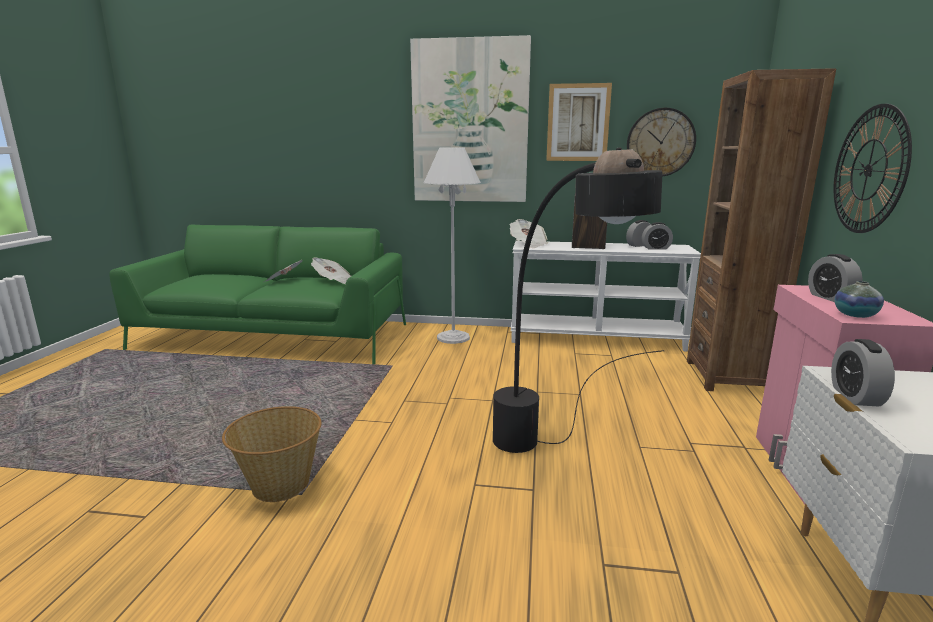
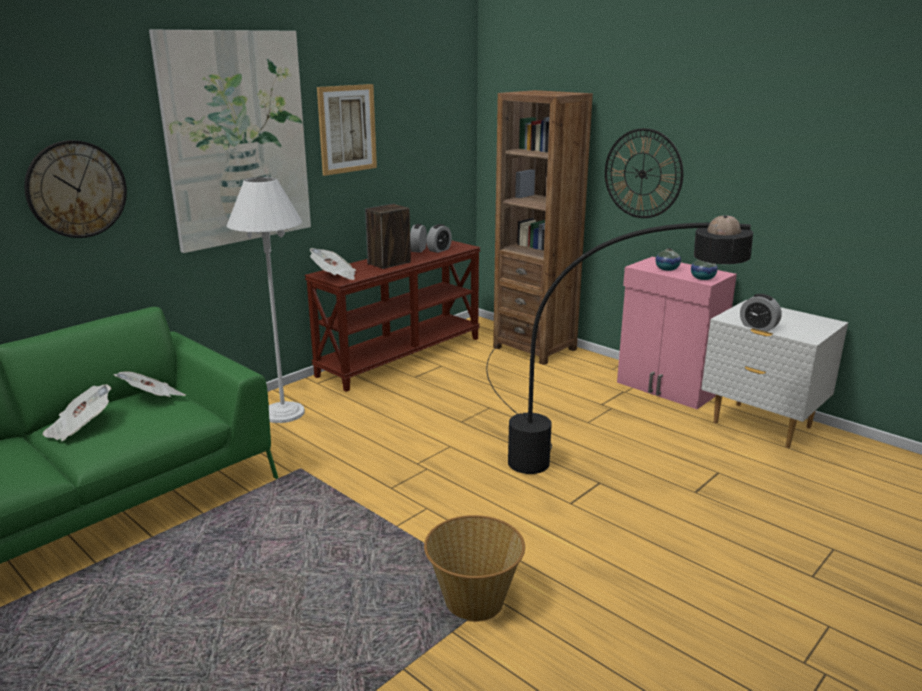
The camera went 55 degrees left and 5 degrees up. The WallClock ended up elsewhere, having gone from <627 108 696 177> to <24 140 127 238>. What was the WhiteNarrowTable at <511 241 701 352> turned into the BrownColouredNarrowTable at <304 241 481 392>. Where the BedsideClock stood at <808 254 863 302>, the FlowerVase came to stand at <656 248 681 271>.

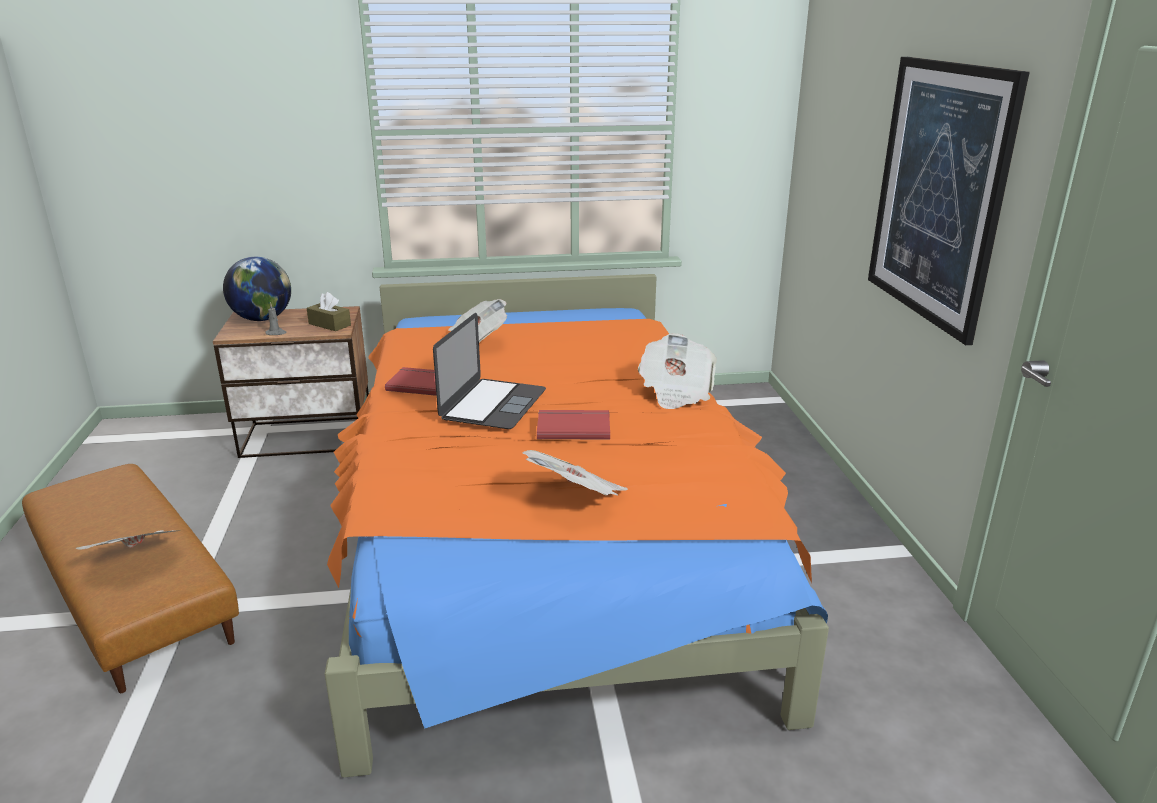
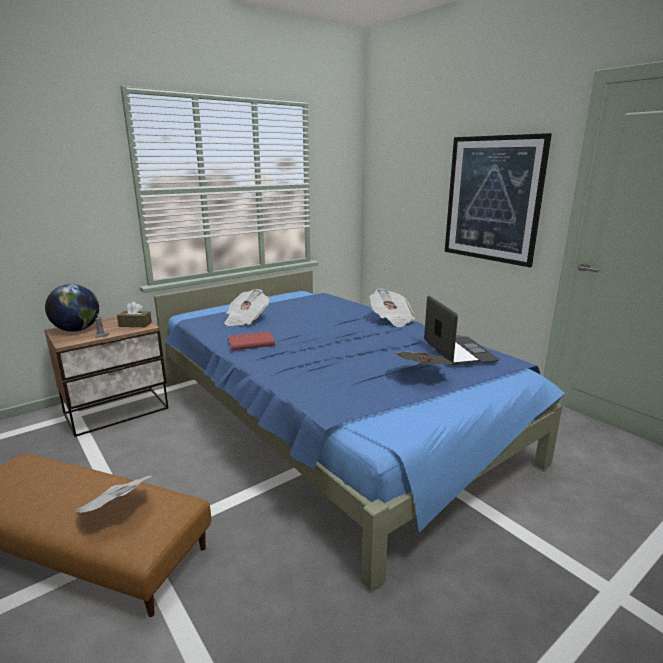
The camera went 30 degrees left and 5 degrees down. What was the OrangeSleepingBed at <325 274 829 778> turned into the BlueSleepingBed at <154 270 565 591>. The Laptop ended up elsewhere, having gone from <433 313 546 429> to <424 296 500 365>. The second view lost the RedColouredBoundBook at <537 410 610 439>.

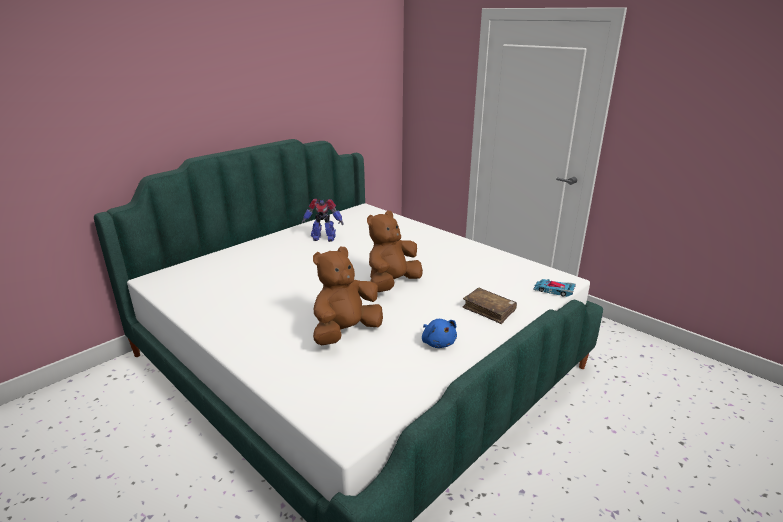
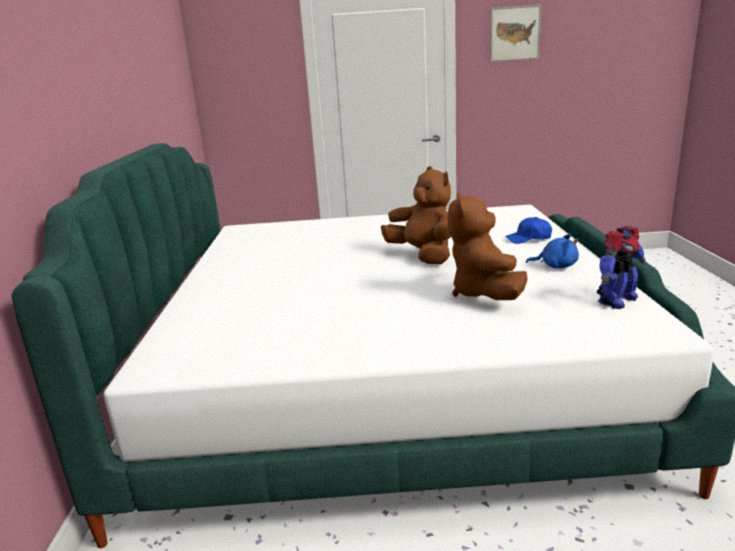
The camera went 45 degrees left and 5 degrees down. The BrownColouredSoftToy at <367 211 423 292> ended up facing another way, 150 degrees clockwise from before. The second view gained the WallArt at <490 5 541 62>. Where the BrownColouredBoundBook stood at <462 288 517 324>, the BluePeakedCap came to stand at <505 217 552 244>. The RobotFigure ended up elsewhere, having gone from <302 199 344 242> to <597 226 646 309>. The second view lost the ModelCar at <533 279 576 297>.

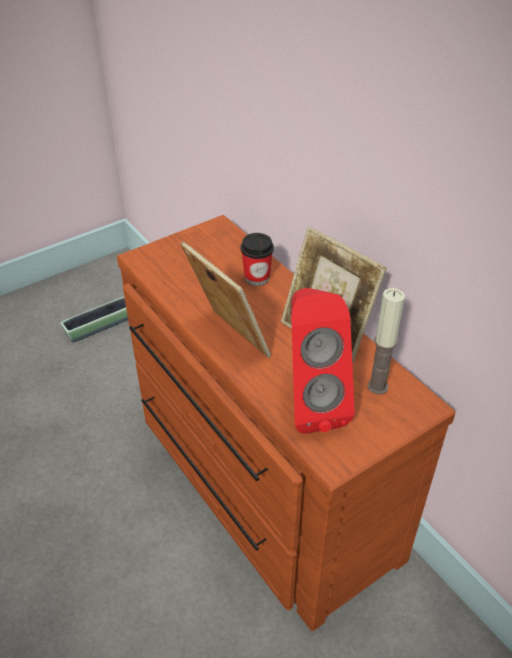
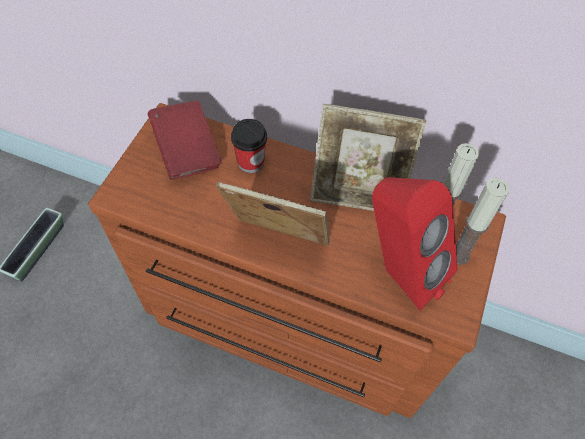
The camera went 35 degrees left and 15 degrees up. The second view gained the RedColouredBoundBook at <148 100 221 180>. The second view gained the Candle at <456 178 510 265>.

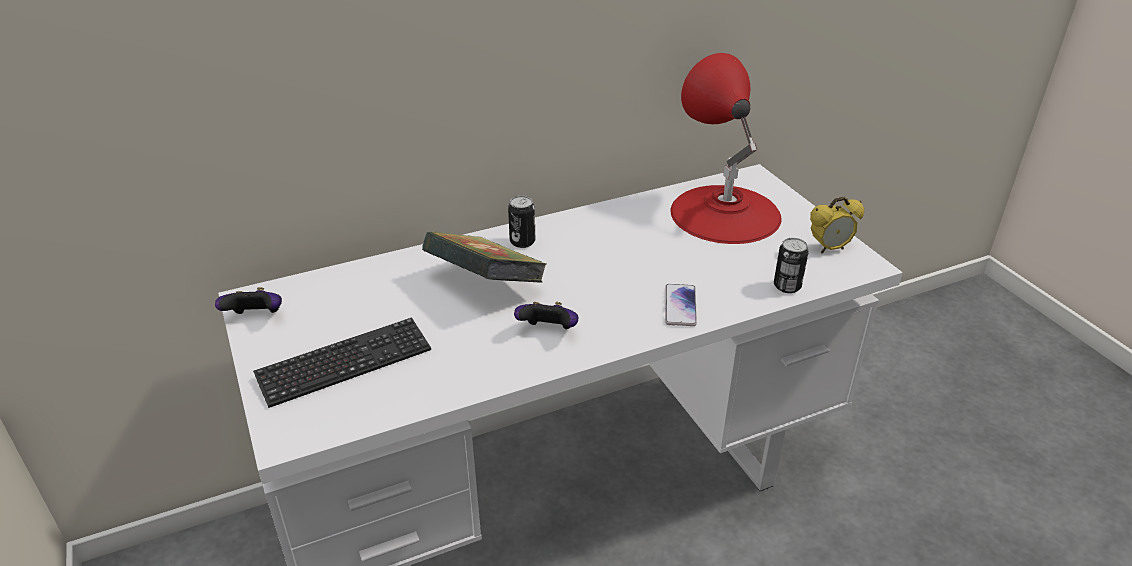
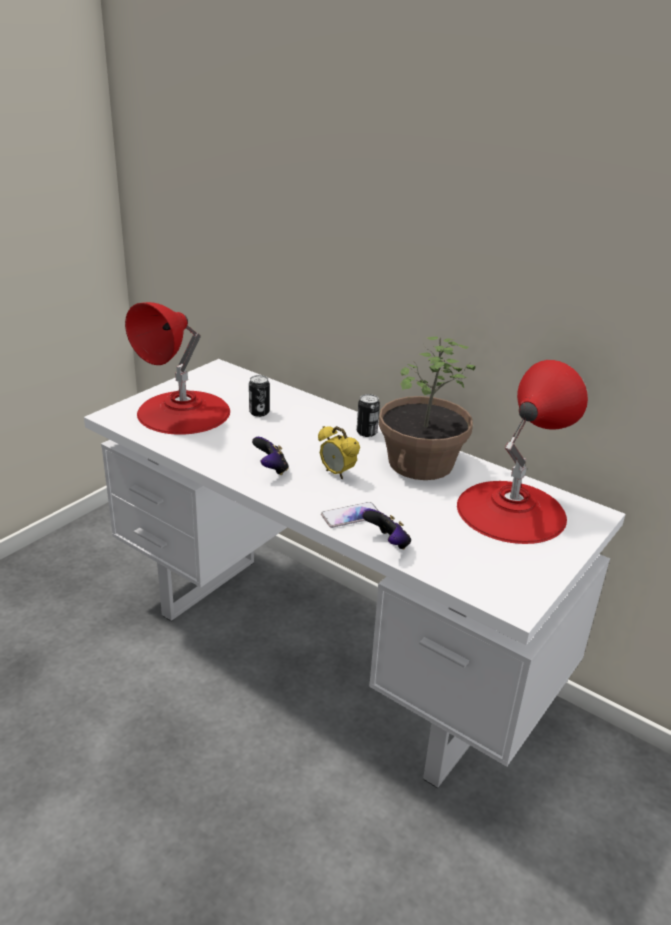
The camera went 60 degrees right and 5 degrees down. Where the Keyboard stood at <253 317 431 408>, the RedColouredLampForATable came to stand at <125 302 230 435>. The SealedCan ended up elsewhere, having gone from <774 238 809 293> to <249 375 270 417>. The BedsideClock ended up elsewhere, having gone from <810 197 864 253> to <318 426 360 479>. The Joypad ended up elsewhere, having gone from <215 287 282 314> to <362 509 411 549>. The second view gained the PlantInAPot at <379 337 475 480>. The second view lost the BoundBook at <422 231 547 283>.

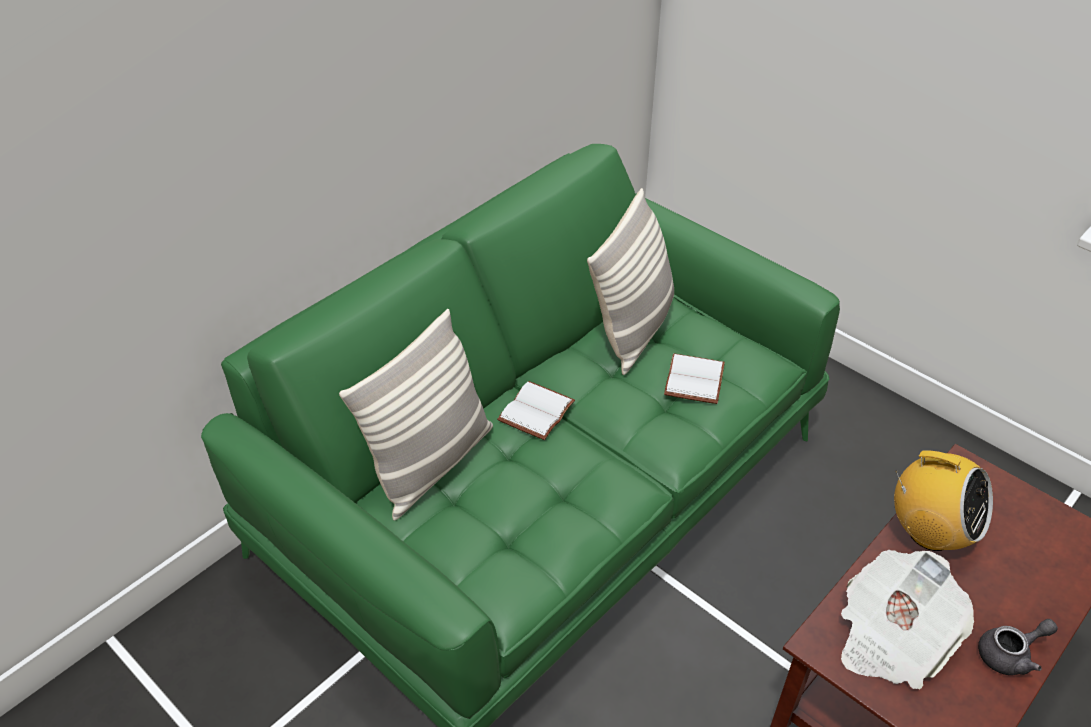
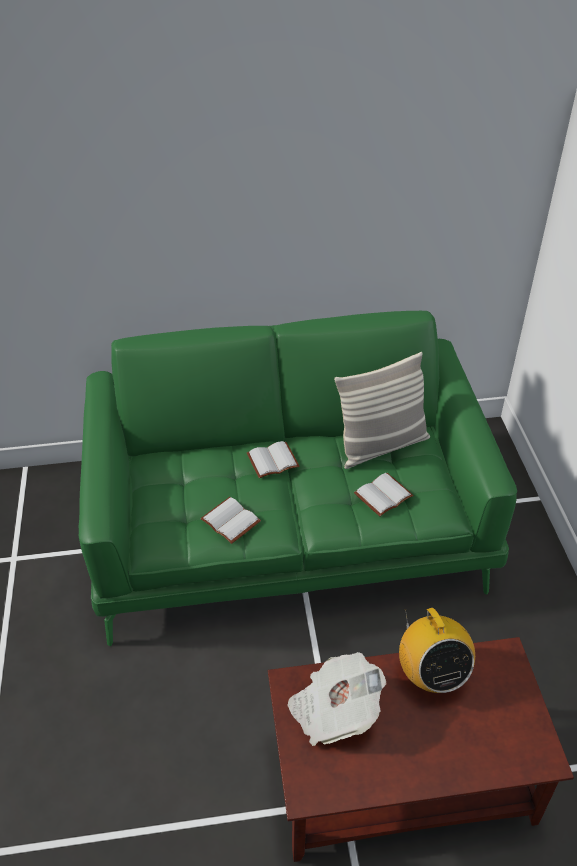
The camera went 40 degrees right and 0 degrees up. The second view gained the WhiteBoundBook at <200 497 261 544>. The second view lost the Pillow at <339 309 493 520>. The second view lost the GreyPotForTea at <978 619 1058 675>.

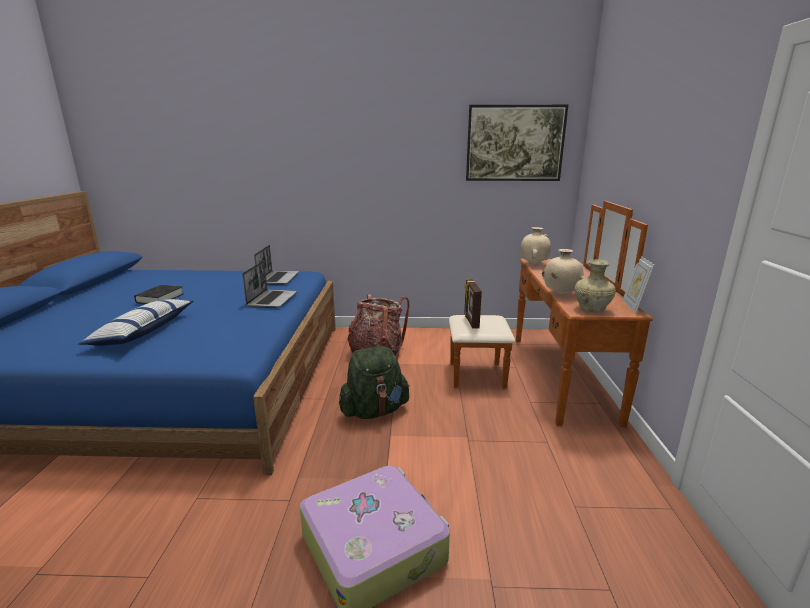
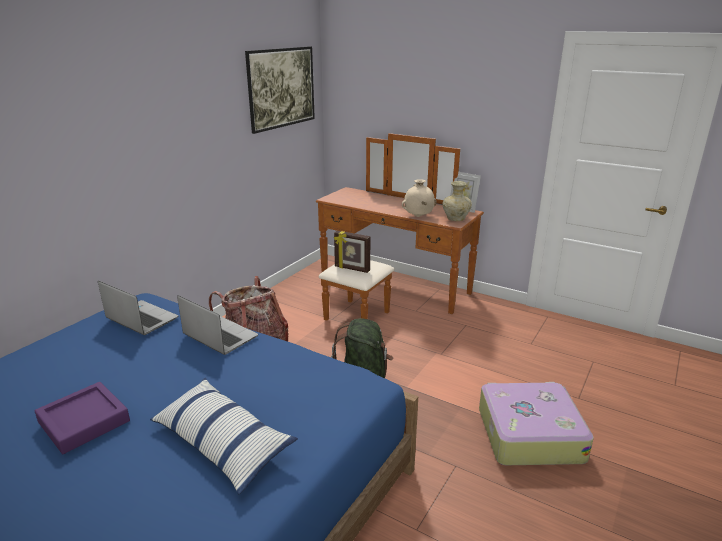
The camera went 60 degrees left and 5 degrees up. Where the BlackishBoundBook stood at <134 285 184 304>, the PurpleCarryingTray came to stand at <35 382 130 454>. The second view lost the SandColouredFlowerVase at <520 227 551 265>.

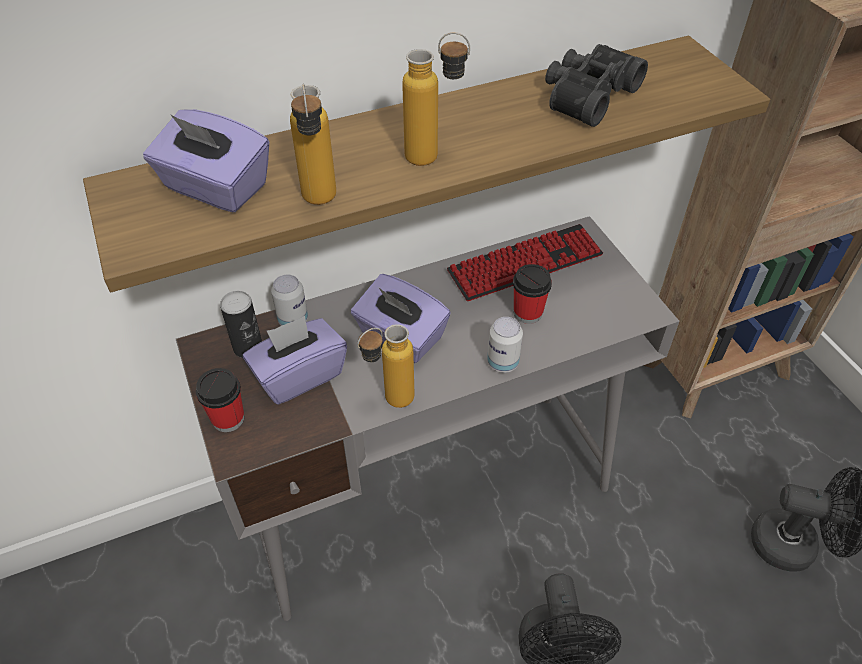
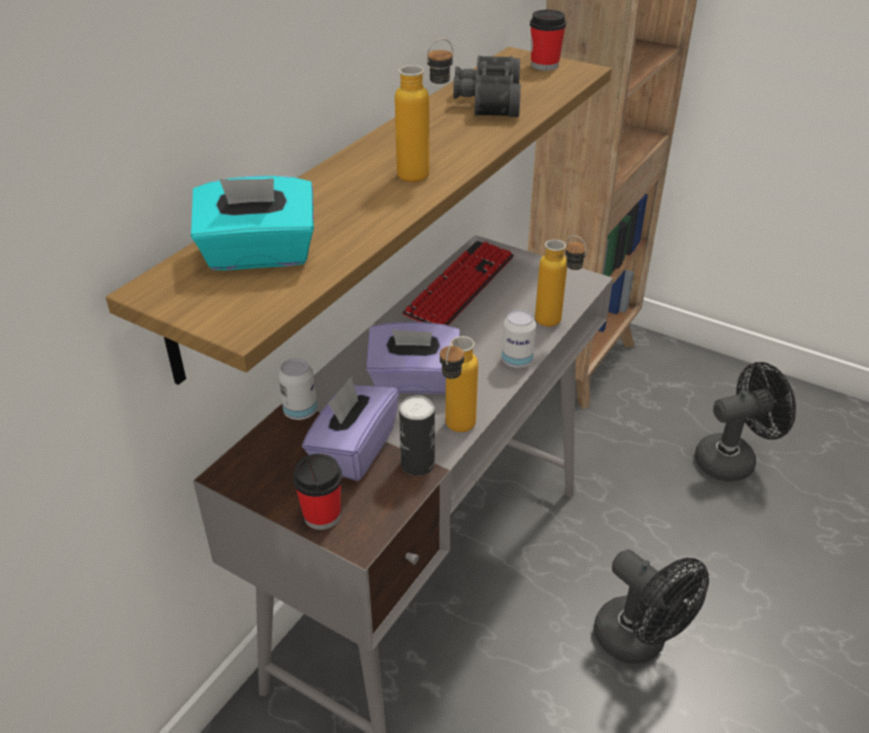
The camera went 35 degrees left and 10 degrees down. What was the PurpleTissueHolder at <143 109 269 212> turned into the TurquoiseColouredTissueHolder at <191 176 314 270>. The SealedCan ended up elsewhere, having gone from <220 291 262 358> to <399 395 435 476>. The Cup ended up elsewhere, having gone from <513 264 552 324> to <530 10 566 71>. The Bottle ended up elsewhere, having gone from <290 84 336 205> to <535 235 587 327>.

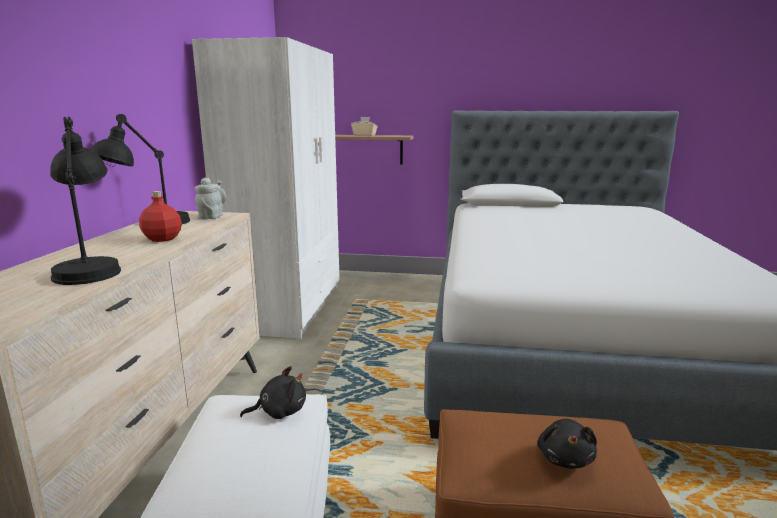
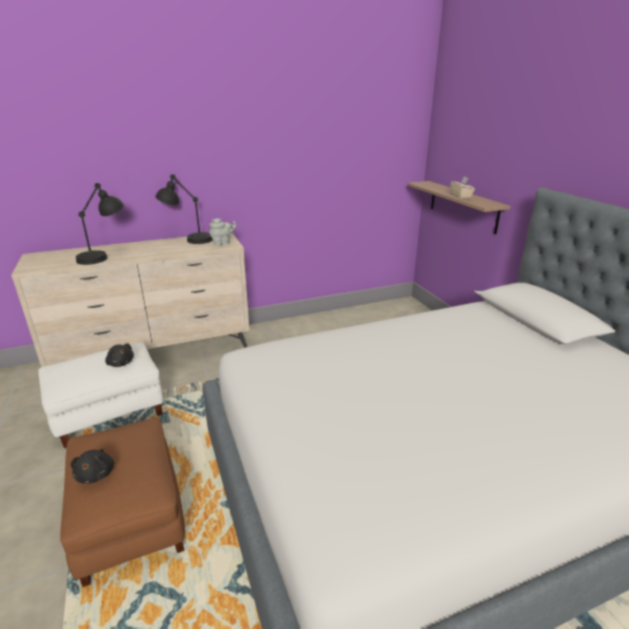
The camera went 60 degrees right and 10 degrees up. The BlackishSoftToy at <537 419 597 469> ended up facing another way, 75 degrees counterclockwise from before. The second view lost the RedColouredBottle at <139 191 182 242>. The second view lost the WhiteArmoire at <192 37 340 339>.

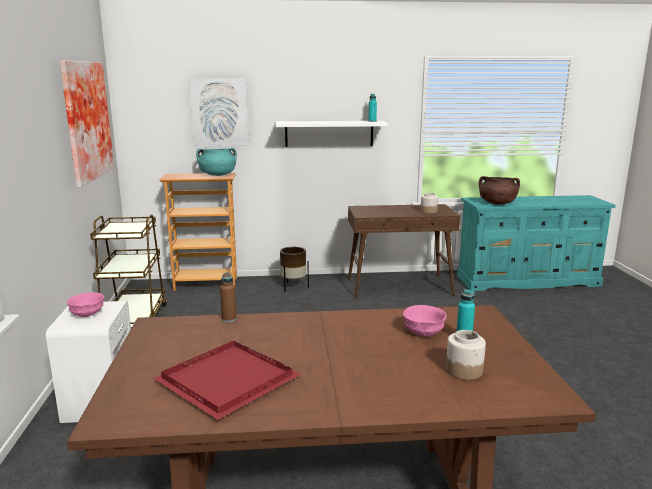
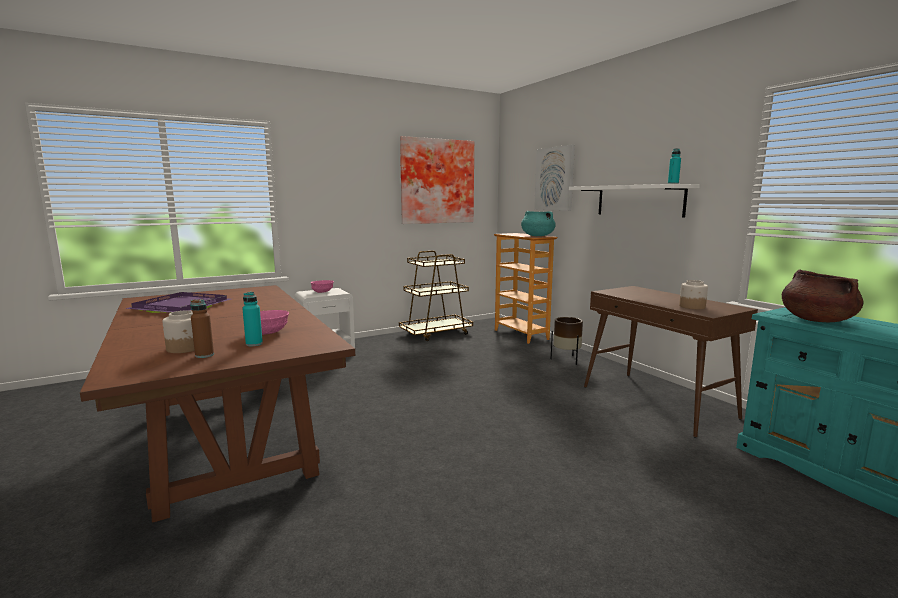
The camera went 65 degrees right and 5 degrees down. What was the RedColouredCarryingTray at <153 341 301 420> turned into the PurpleCarryingTray at <125 292 231 313>. The BrownColouredBottle ended up elsewhere, having gone from <220 272 237 322> to <190 299 214 358>.

